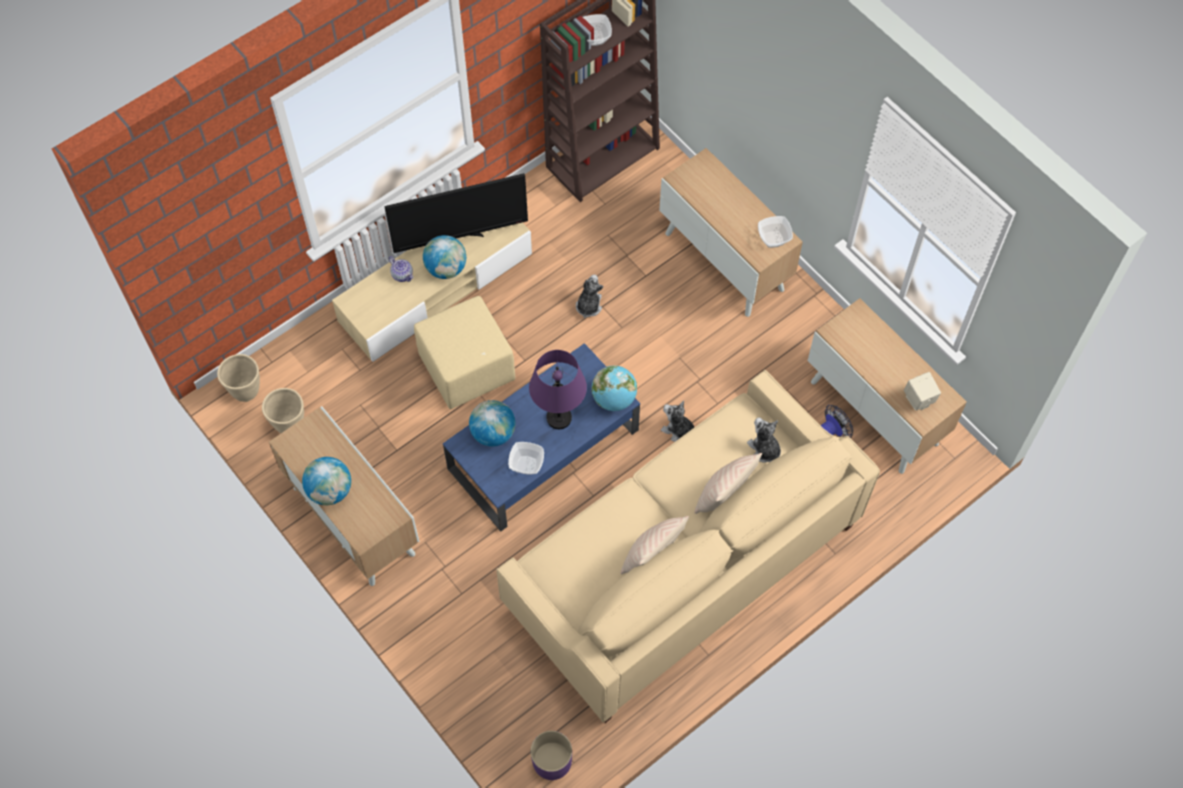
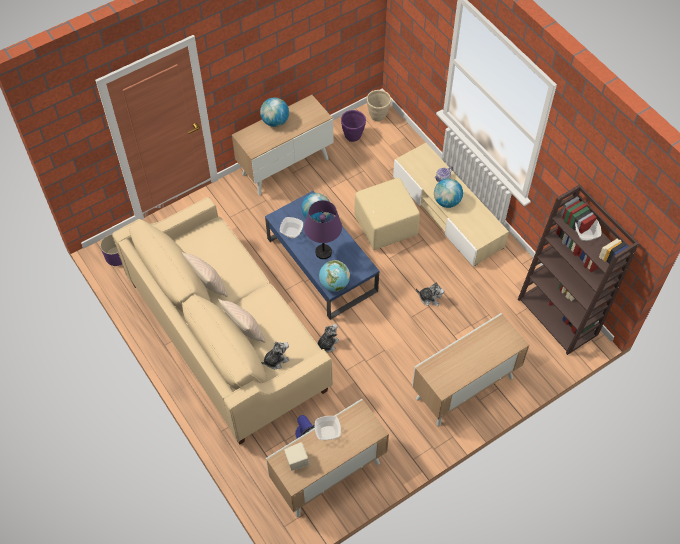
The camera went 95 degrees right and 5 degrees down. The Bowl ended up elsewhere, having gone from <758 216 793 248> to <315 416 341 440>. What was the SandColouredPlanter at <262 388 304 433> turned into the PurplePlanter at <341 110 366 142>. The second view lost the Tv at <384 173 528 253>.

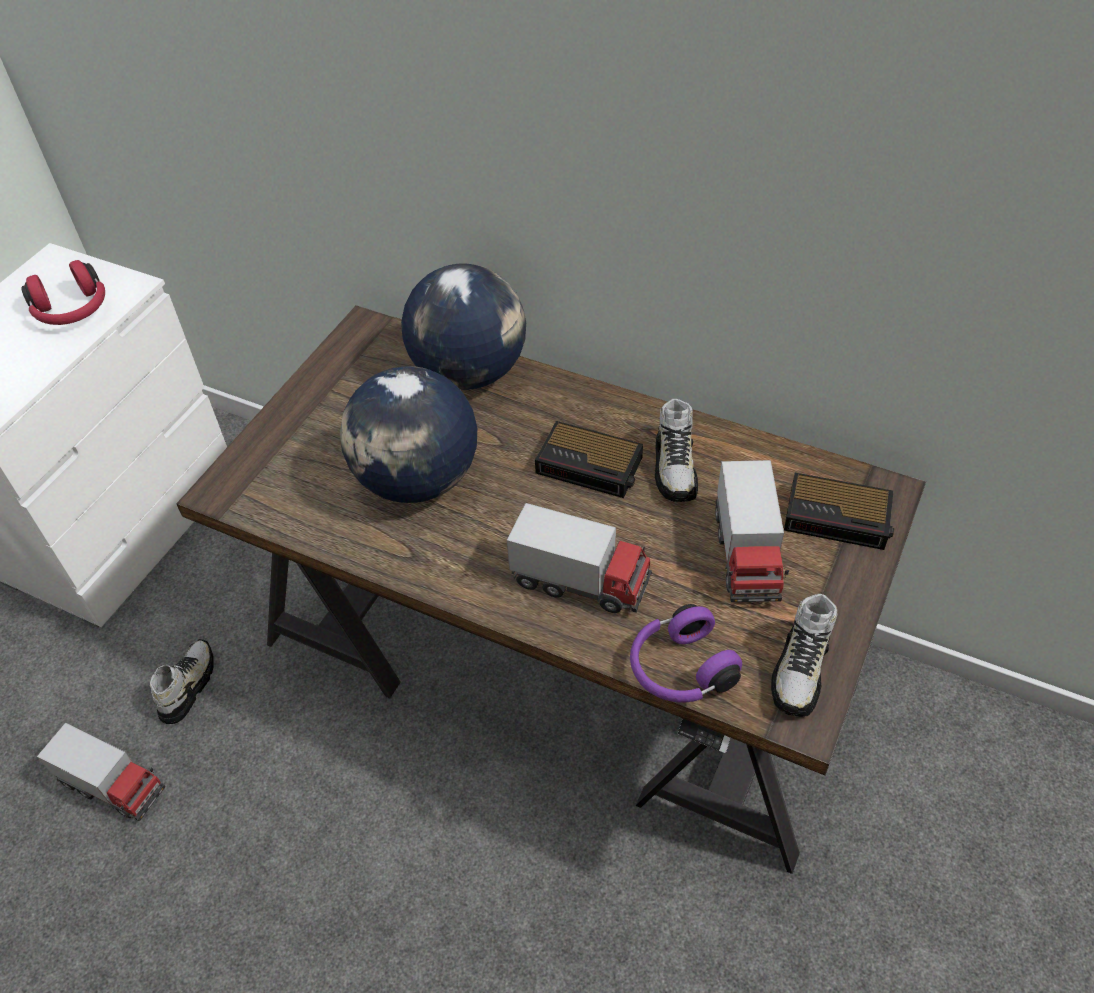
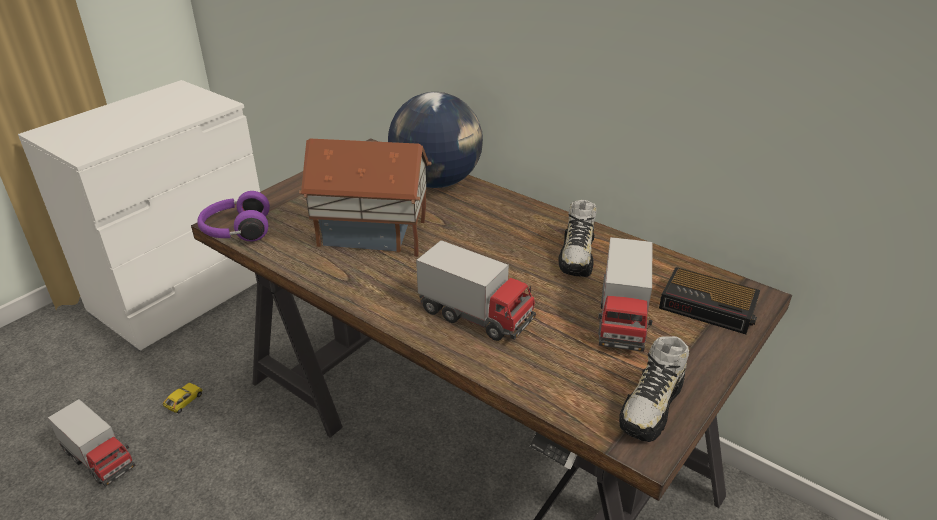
The camera went 10 degrees right and 15 degrees down. Where the LowShoe stood at <150 639 214 724>, the ModelCar came to stand at <163 383 203 413>. The PurplePairOfHeadphones ended up elsewhere, having gone from <630 604 742 702> to <197 191 270 241>. Where the Globe stood at <340 366 477 503>, the ModelHouse came to stand at <299 139 431 257>. The second view lost the RedColouredPairOfHeadphones at <21 260 105 325>. The second view lost the BedsideClock at <535 421 643 498>.

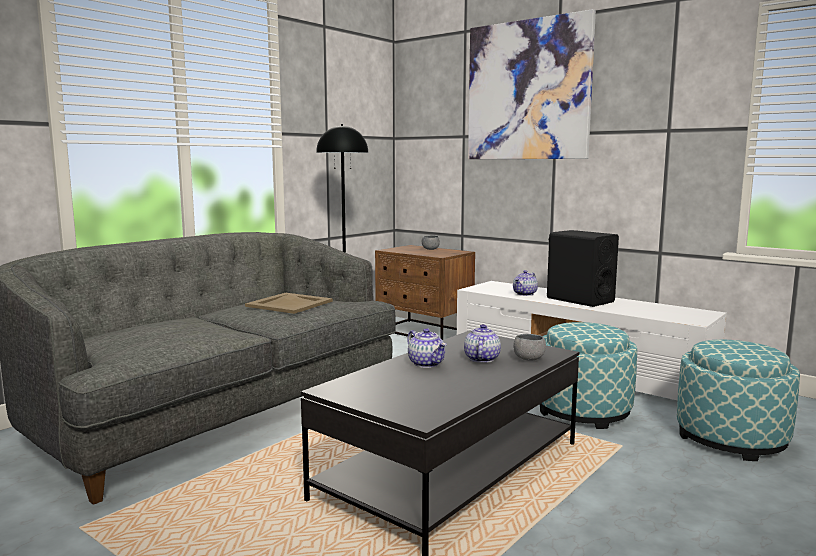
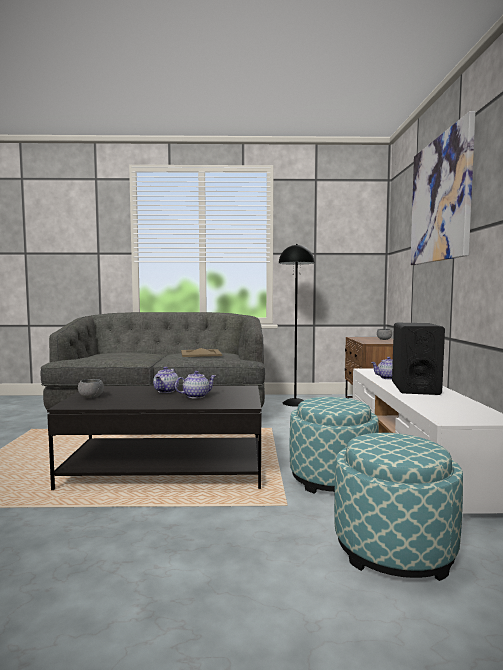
The camera went 50 degrees right and 5 degrees down. The GreyBowl ended up elsewhere, having gone from <513 334 546 361> to <78 379 104 398>.

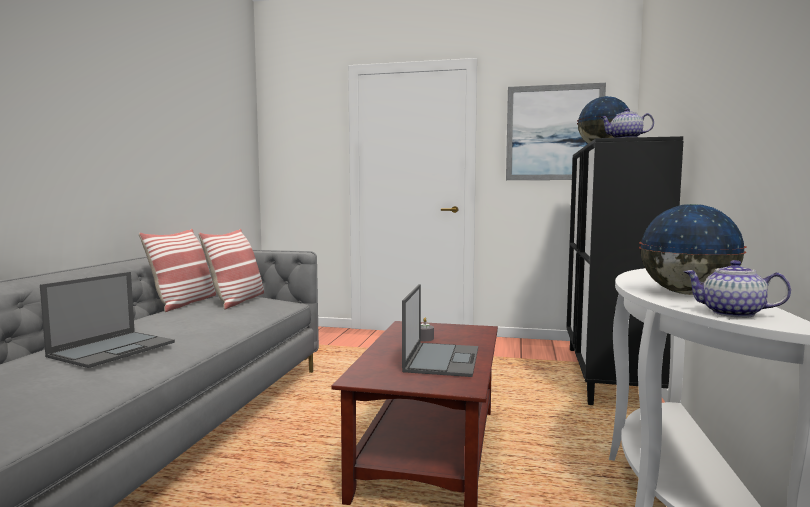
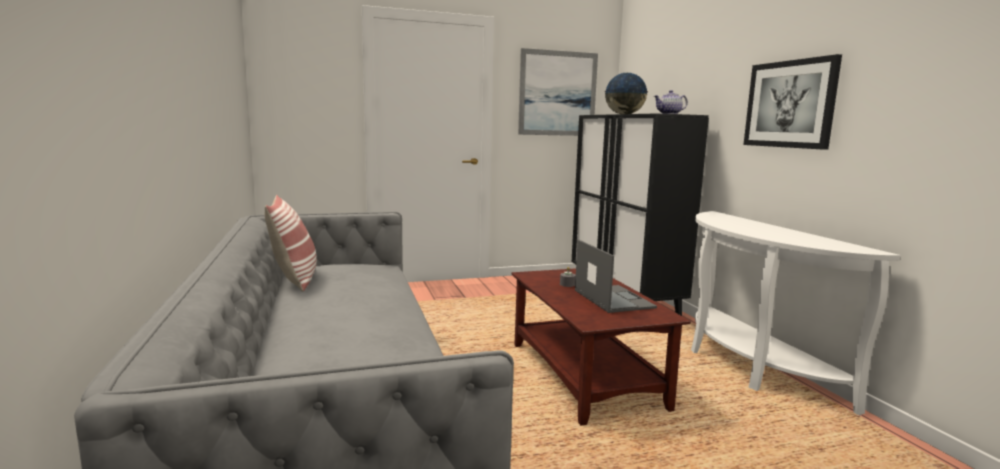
The camera went 30 degrees left and 5 degrees up. The second view gained the WallArt at <744 54 842 150>. The second view lost the Laptop at <40 272 175 368>. The second view lost the Pillow at <199 229 264 310>. The second view lost the Globe at <639 204 747 295>. The second view lost the PotForTea at <683 260 791 318>.

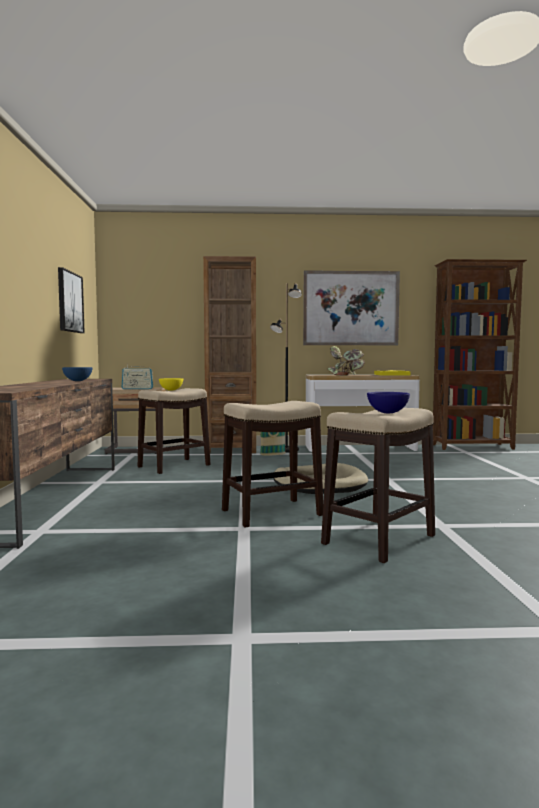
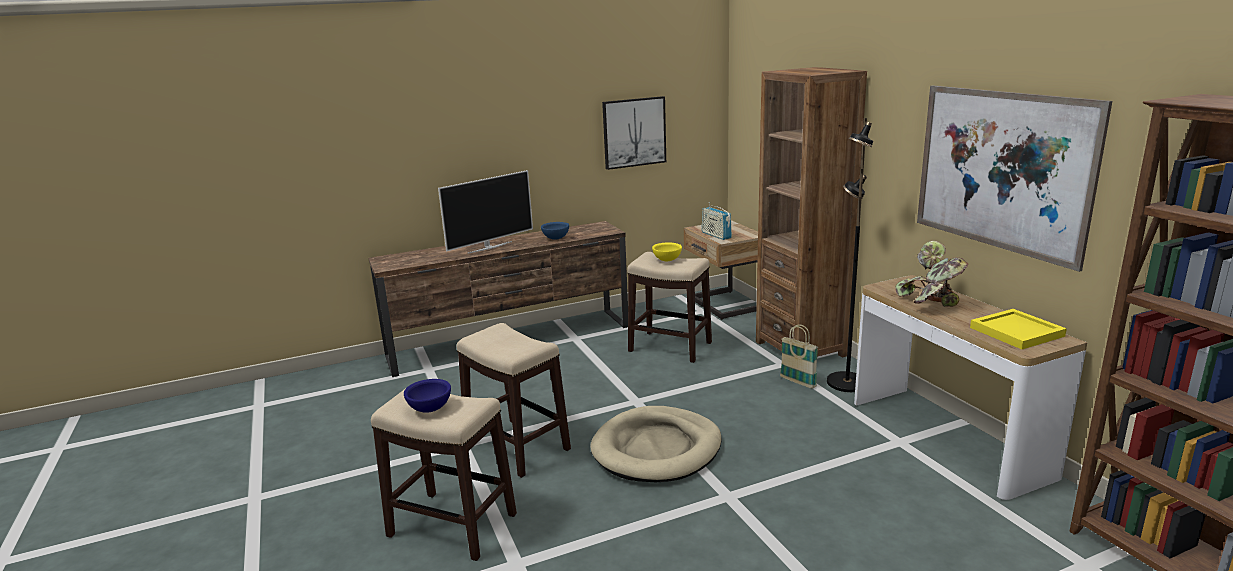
The camera went 70 degrees right and 15 degrees up. The second view gained the Tv at <438 170 533 254>.

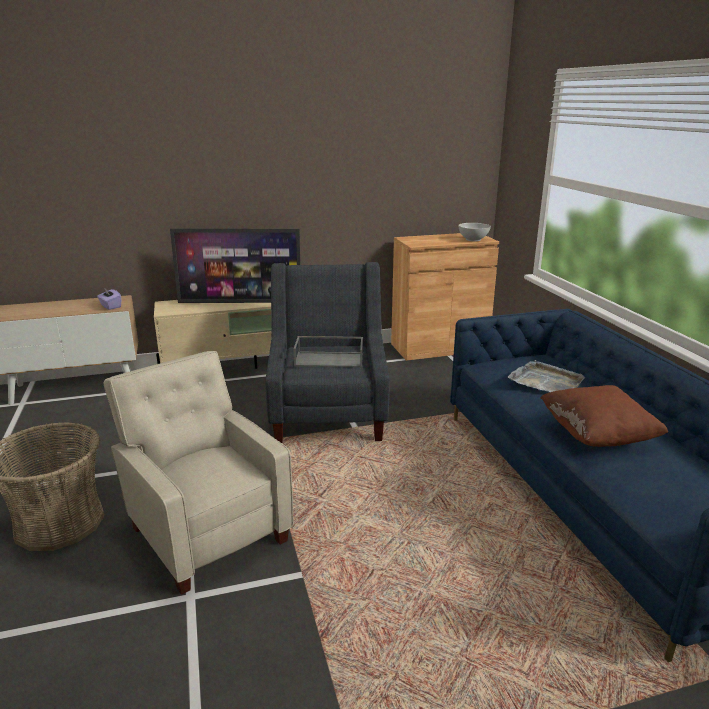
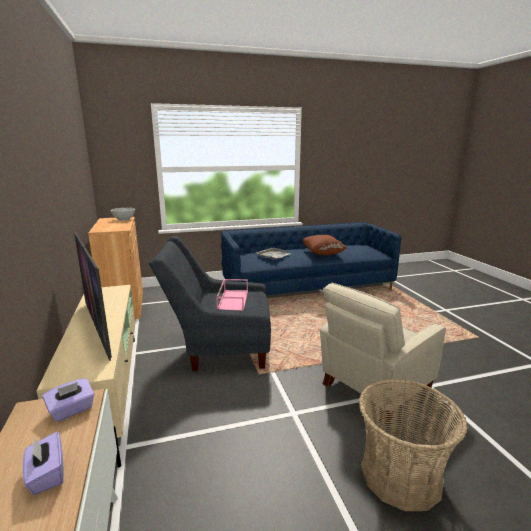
The camera went 90 degrees left and 5 degrees down. The second view gained the PurpleTissueHolder at <23 432 64 495>. The Tv at <170 228 300 303> ended up facing another way, 150 degrees clockwise from before. What was the GreyCarryingTray at <293 336 363 368> turned into the PinkColouredCarryingTray at <216 279 248 311>.

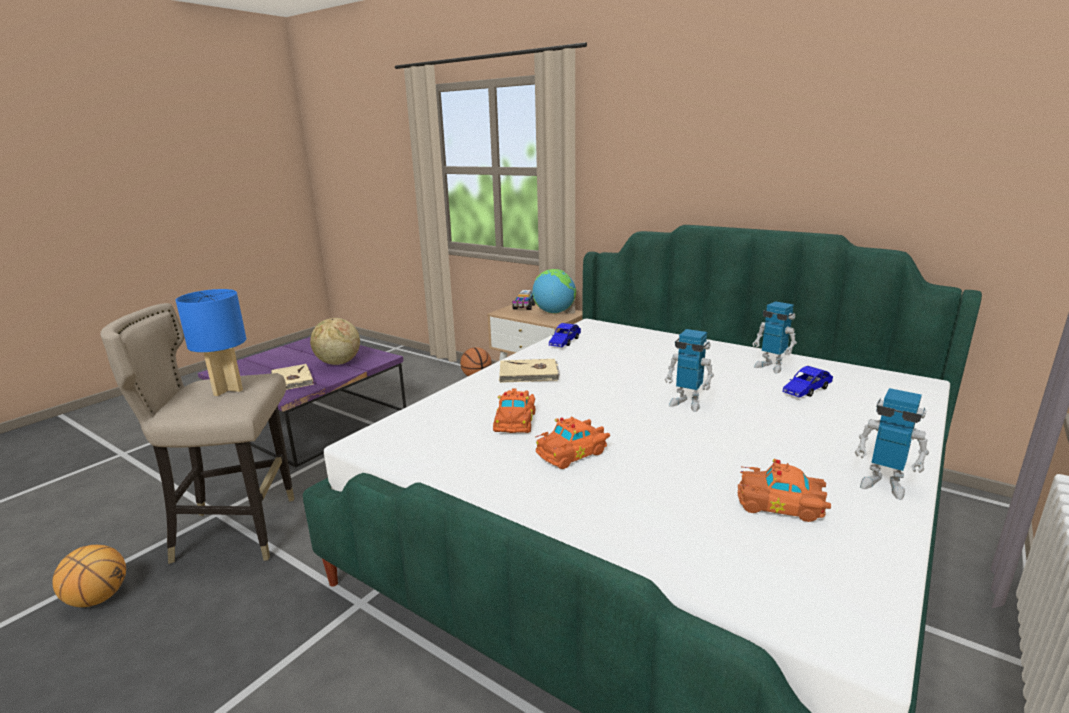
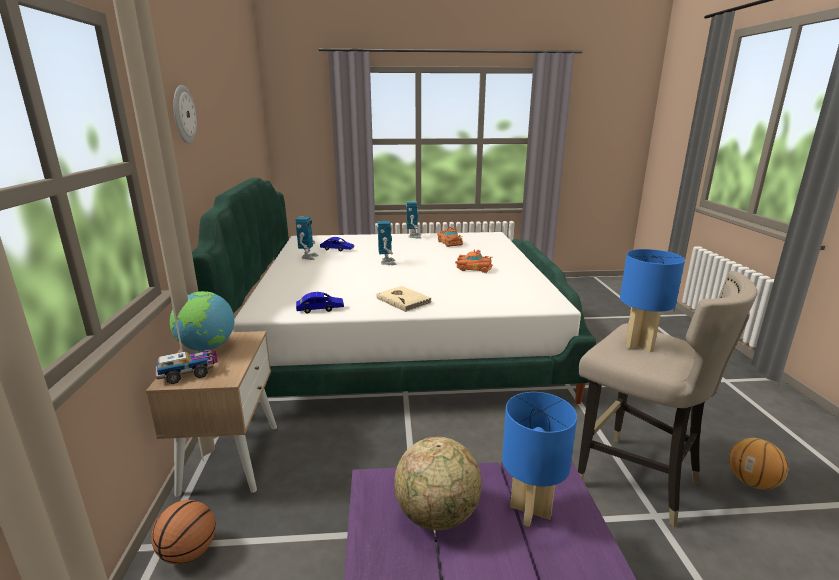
The camera went 130 degrees left and 0 degrees up. The second view gained the WallClock at <173 85 197 143>. Where the SandColouredBoundBook stood at <271 364 314 390>, the BlueLampForATable came to stand at <502 392 577 527>. The second view lost the OrangeModelCar at <493 388 535 433>.

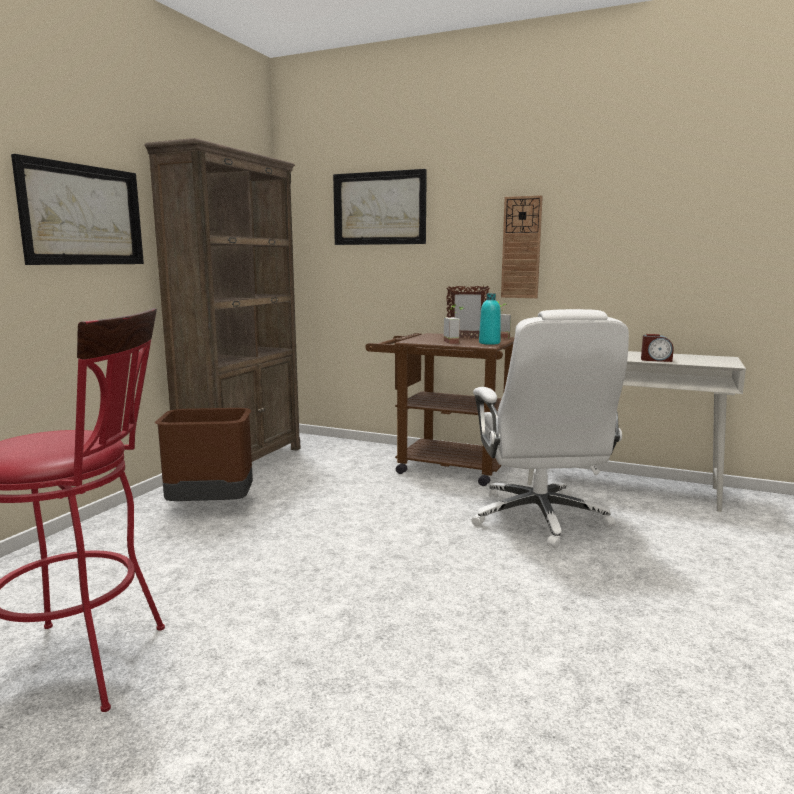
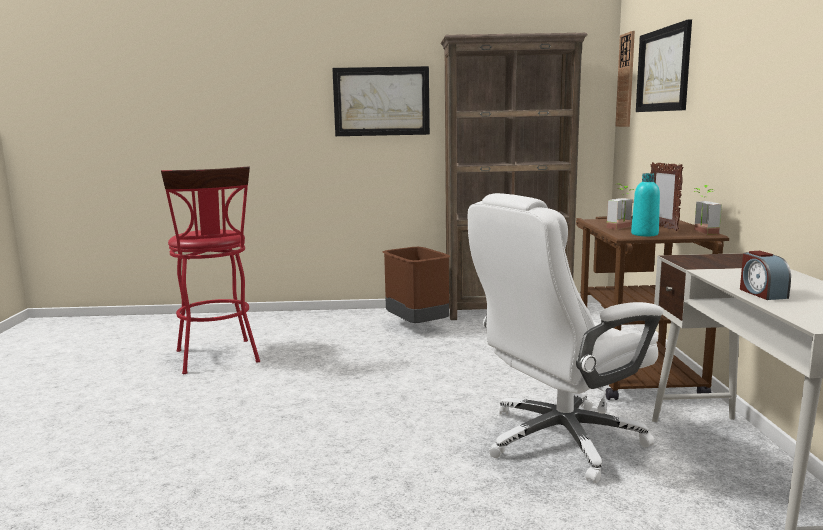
The camera went 65 degrees right and 0 degrees up. The WallClock ended up elsewhere, having gone from <501 195 543 298> to <615 31 635 127>.

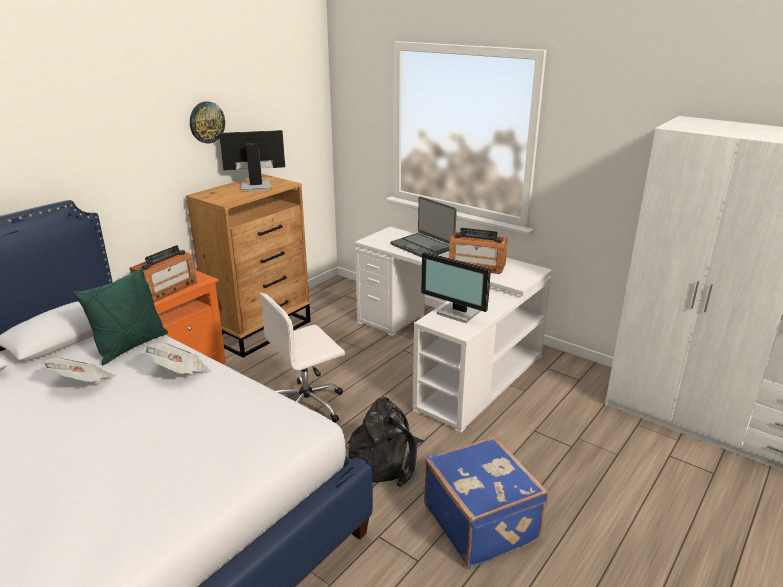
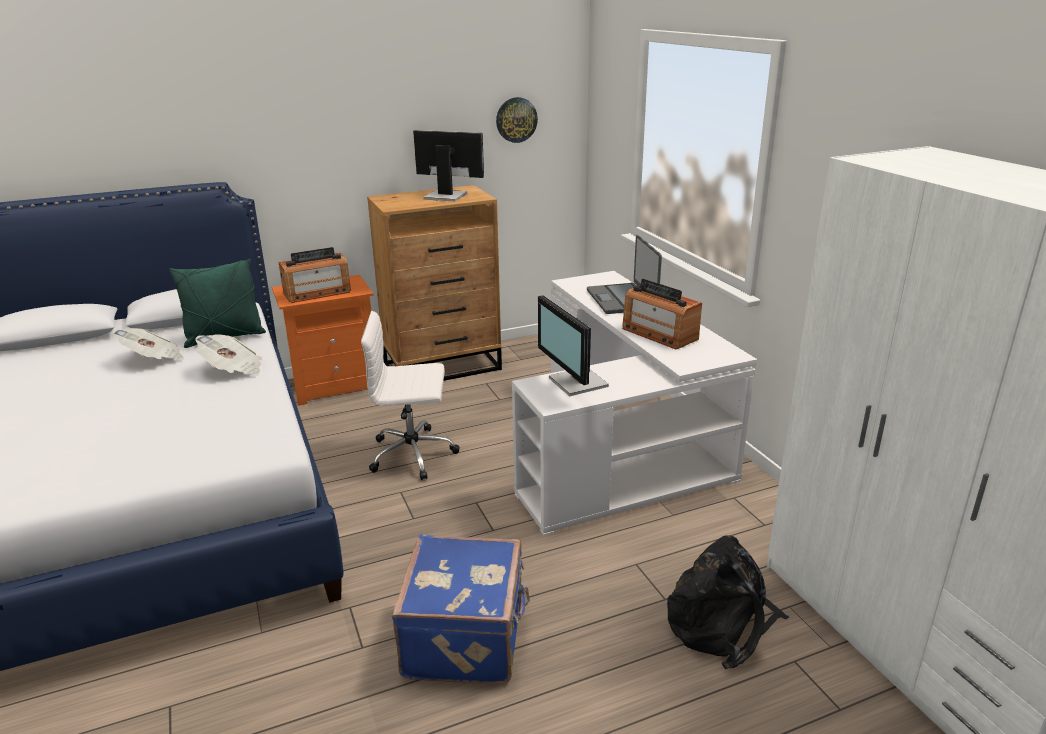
The camera went 30 degrees right and 0 degrees up. The WallClock ended up elsewhere, having gone from <190 101 225 144> to <496 97 538 143>. The BlackishBackpack ended up elsewhere, having gone from <347 397 424 487> to <667 535 789 669>.

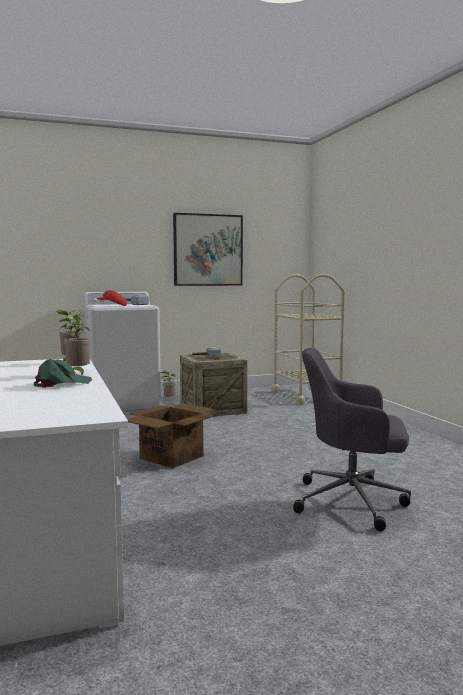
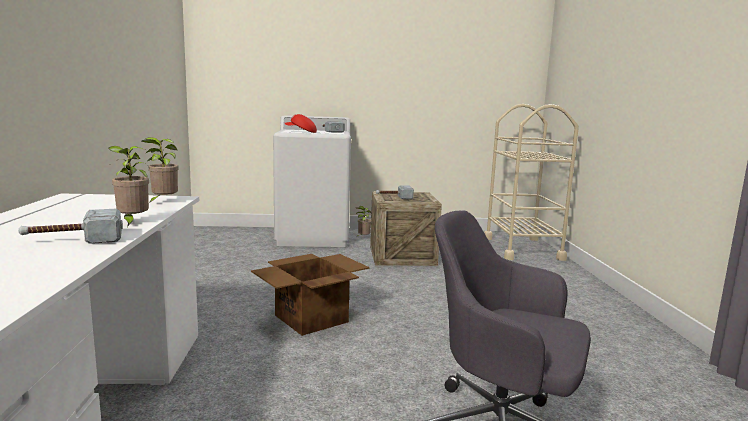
The camera went 15 degrees right and 5 degrees up. Where the GreenPeakedCap stood at <34 359 92 388>, the Hammer came to stand at <18 208 123 244>. The second view lost the WallArt at <173 213 243 286>.

